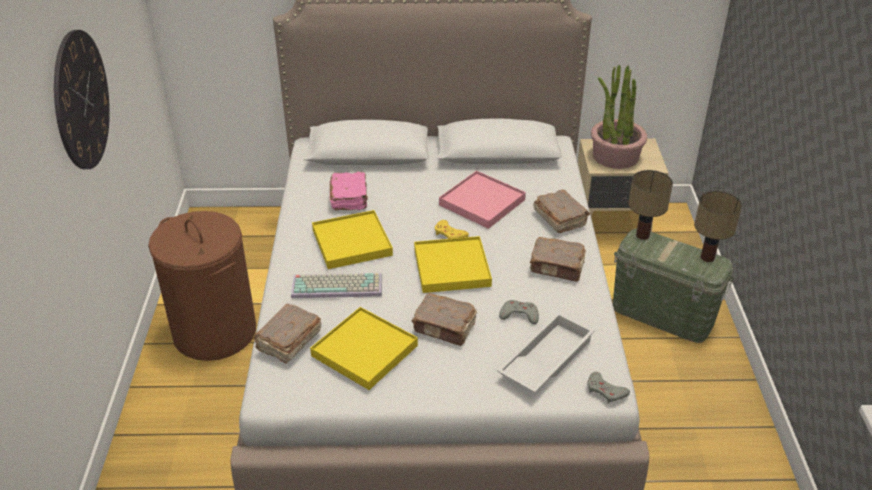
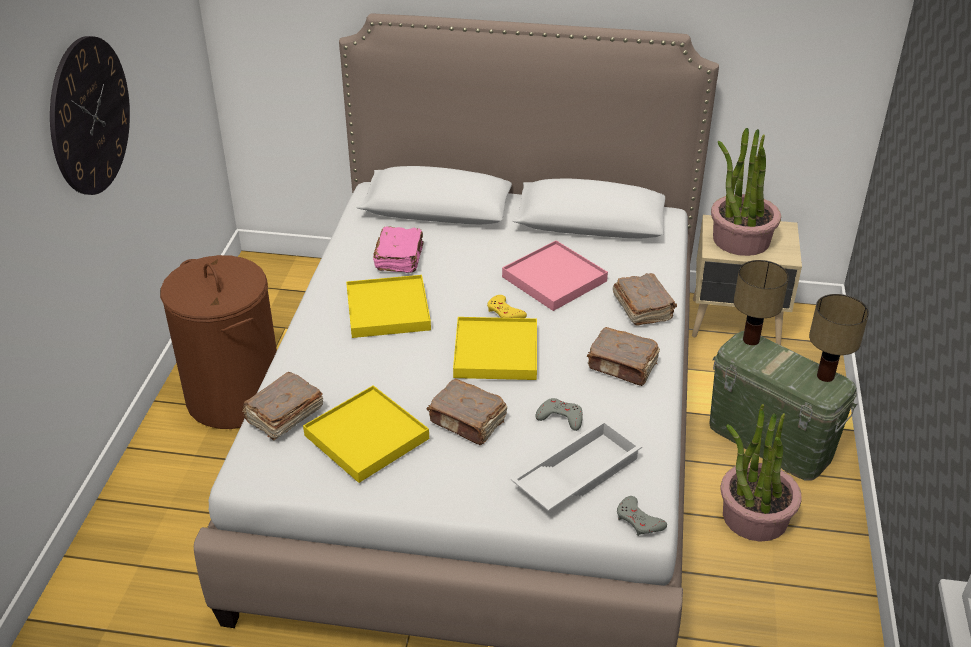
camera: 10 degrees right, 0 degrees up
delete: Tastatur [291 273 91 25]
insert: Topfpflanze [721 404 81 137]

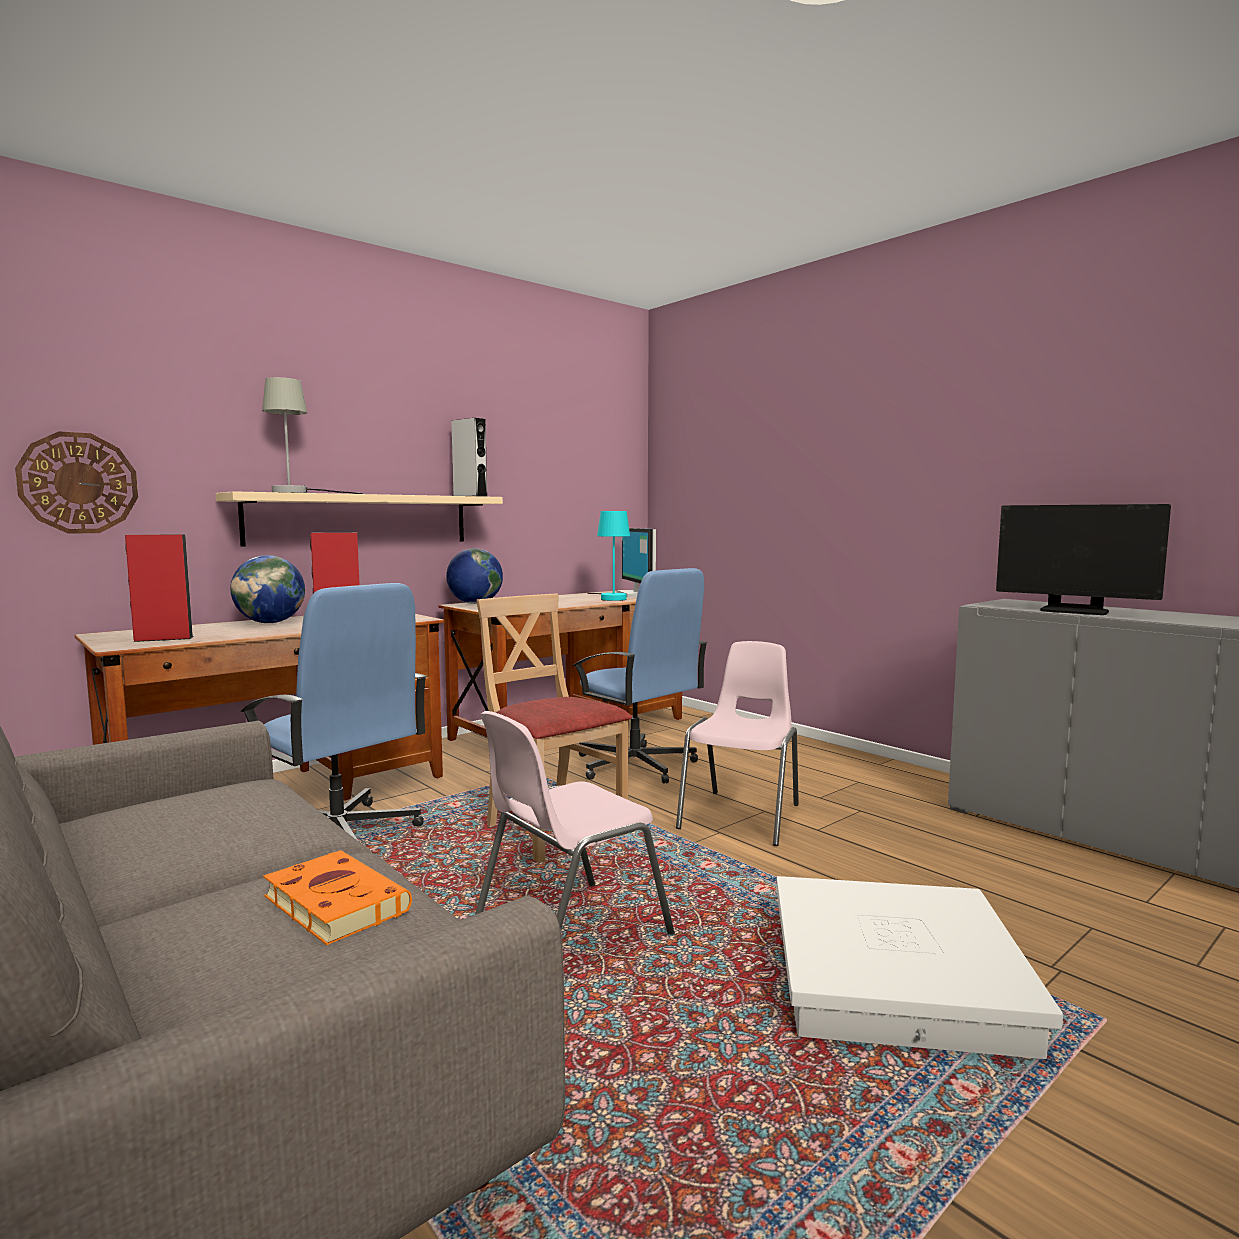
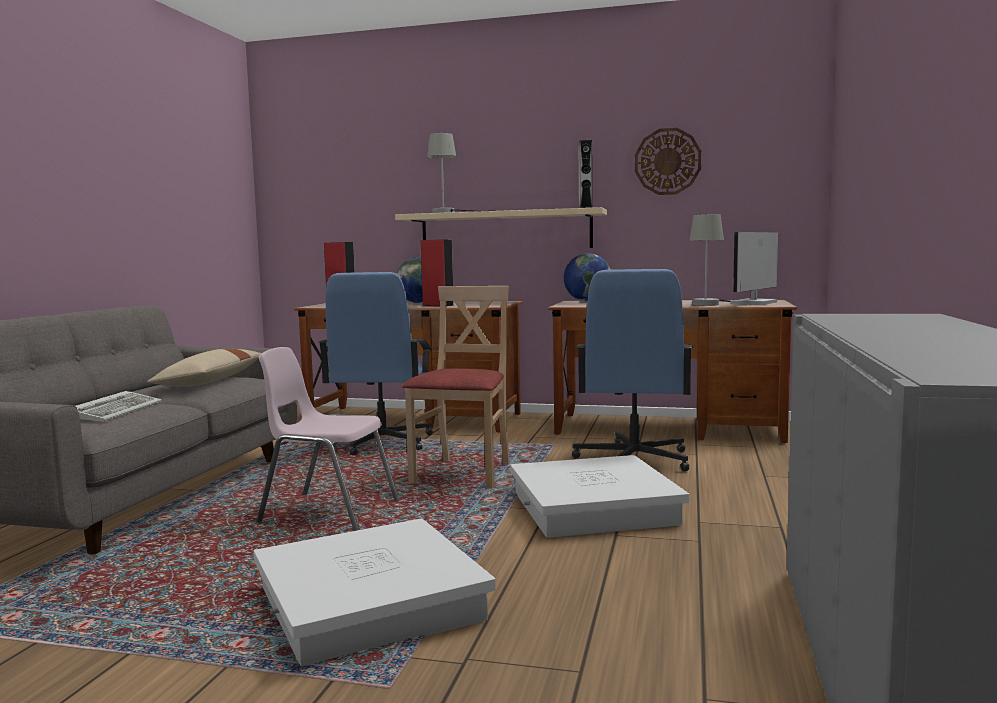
camera: 55 degrees right, 0 degrees up
delete: Monitor [996 504 175 111]
insert: Kissen/beige [147 349 114 38]
move: Wanduhr [15 431 123 103] to [635 128 66 67]
replace: Buch/orange [263 850 149 95] to Tastatur [76 391 86 31]; Stuhl/rosa [676 641 123 205] to Aufbewahrungsbox/weiß [510 455 179 83]
recolor: Tischlampe/türkis [588 511 42 90] to Tischlampe/grau [689 214 41 92]

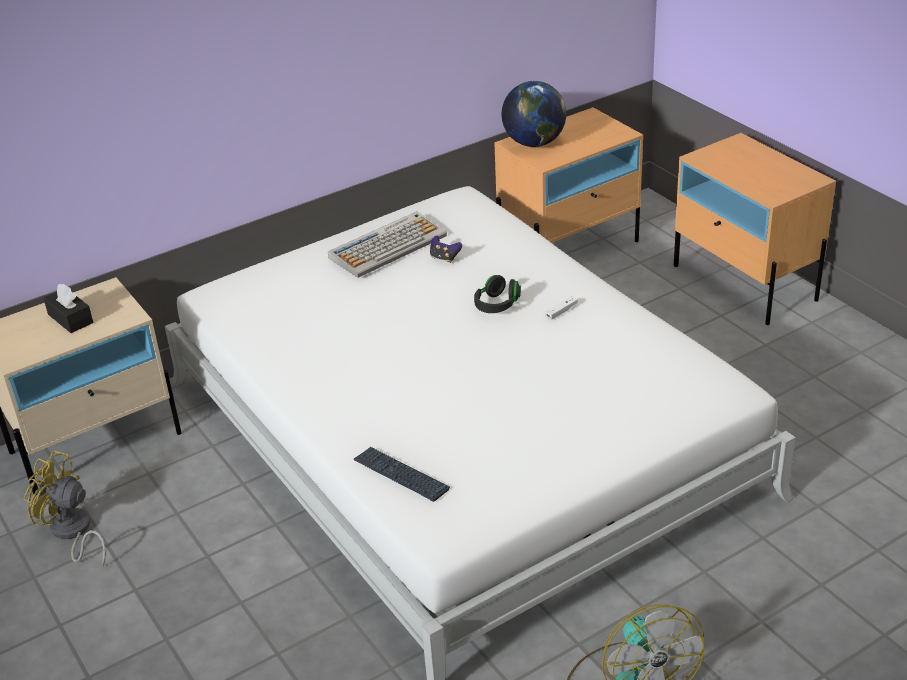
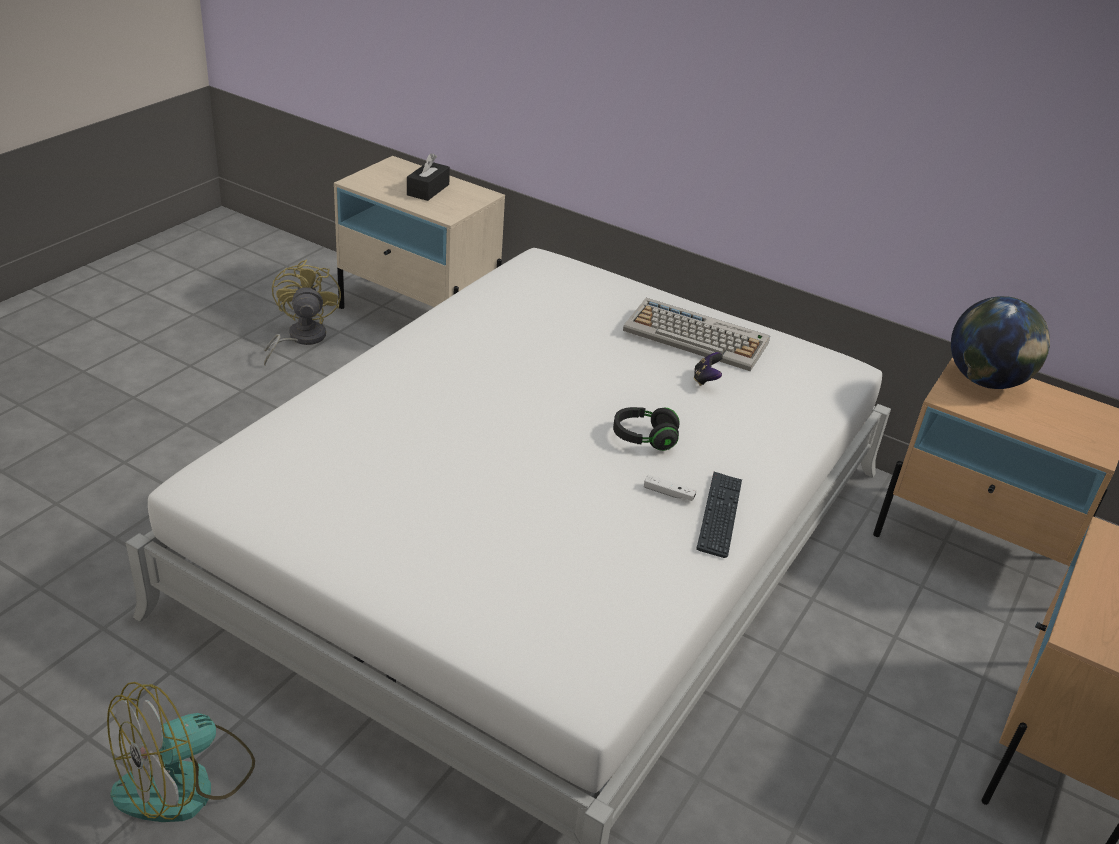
camera: 60 degrees right, 0 degrees up
move: Tastatur [354 447 96 55] to [696 472 46 86]

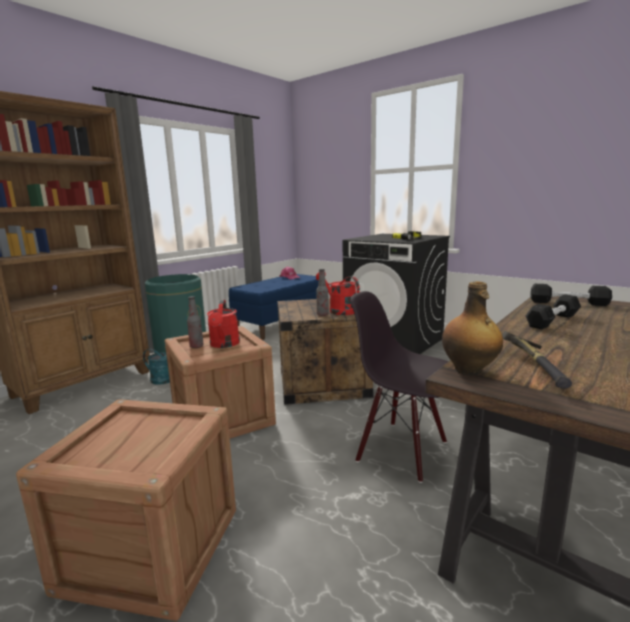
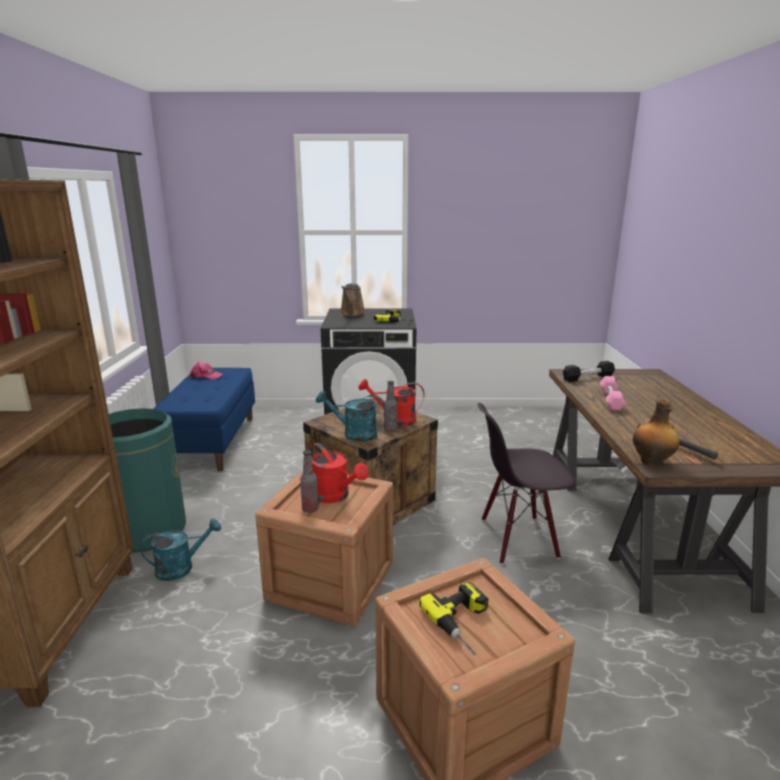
camera: 40 degrees left, 5 degrees up
insert: Gießkanne/türkis [316 391 69 51]; Gießkanne/braun [340 283 26 33]; Bohrmaschine [420 582 68 73]
recolor: Hantel/schwarz [526 294 55 35] to Hantel/rosa [600 376 26 35]

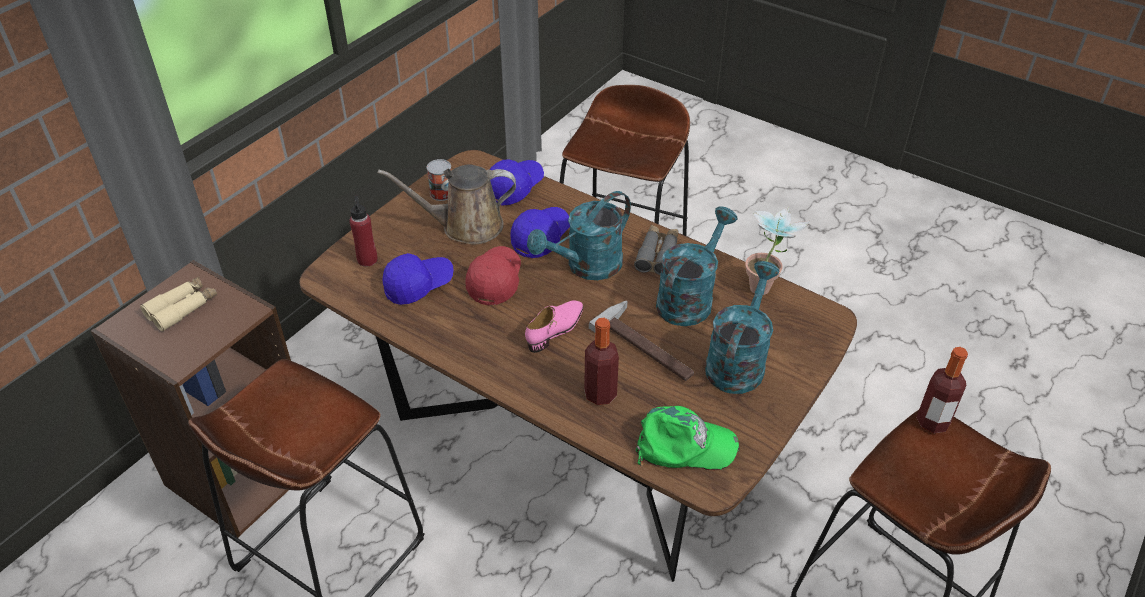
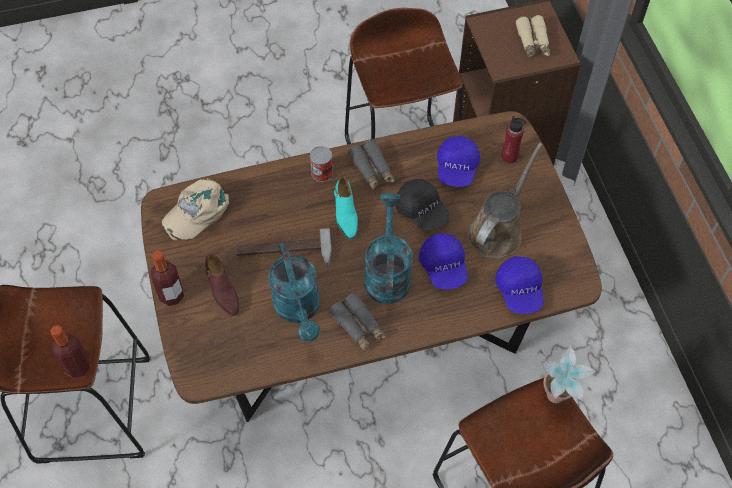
camera: 130 degrees right, 15 degrees up
insert: Fernglas/grau [348 140 47 50]
move: Dose [427 159 24 42] to [310 146 23 36]; Flasche [584 318 35 87] to [151 250 33 56]; Topfpflanze [745 206 65 89] to [541 345 55 58]
replace: Gießkanne/türkis [705 261 75 133] to Schuh/braun [205 253 34 63]
recolor: Kappe/rot [465 246 56 59] to Kappe/schwarz [396 179 54 52]; Schuh/rosa [525 300 59 53] to Schuh/türkis [334 177 24 62]; Kappe/grün [636 406 104 64] to Kappe/beige [162 178 67 62]

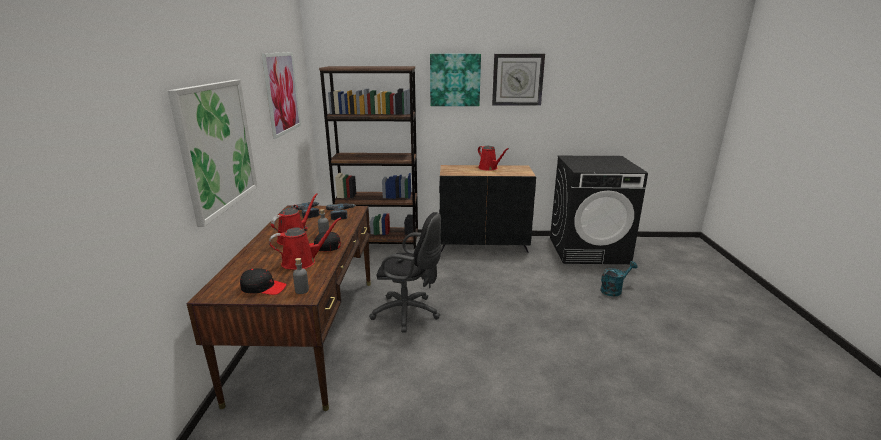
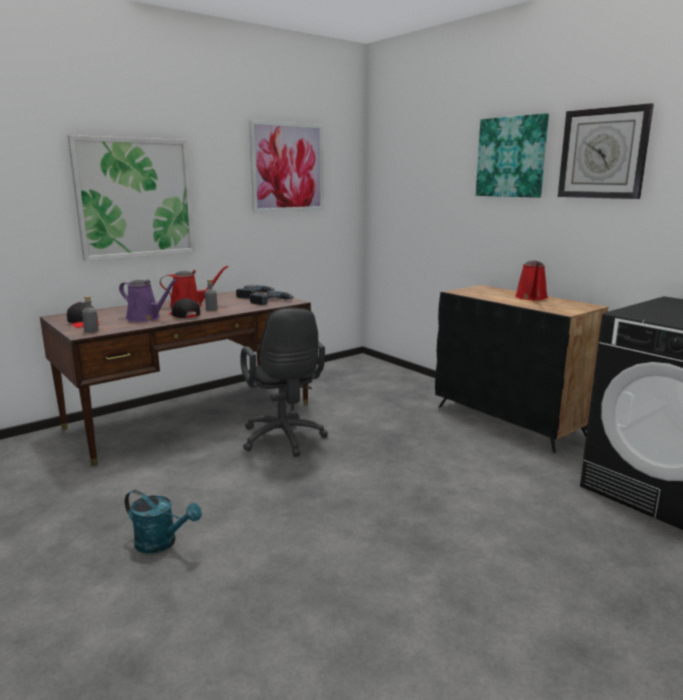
camera: 50 degrees right, 5 degrees down
delete: Bücherregal/braun [319 66 99 183]
move: Gießkanne/türkis [601 261 37 35] to [125 490 77 63]
recolor: Gießkanne/rot [269 217 72 53] to Gießkanne/lila [119 279 59 43]

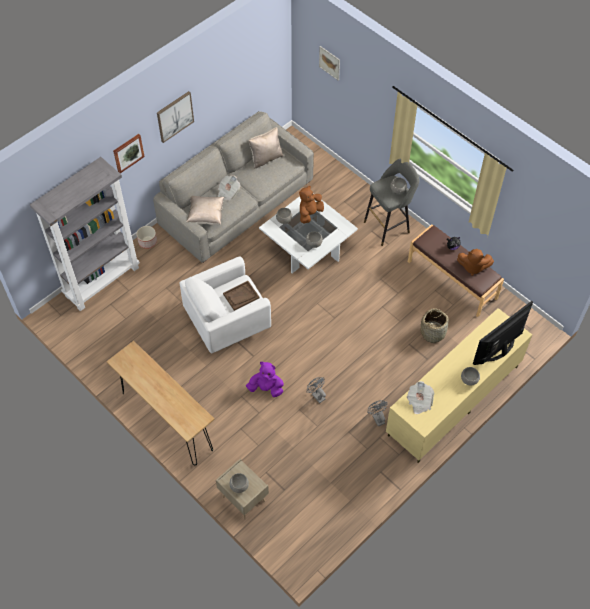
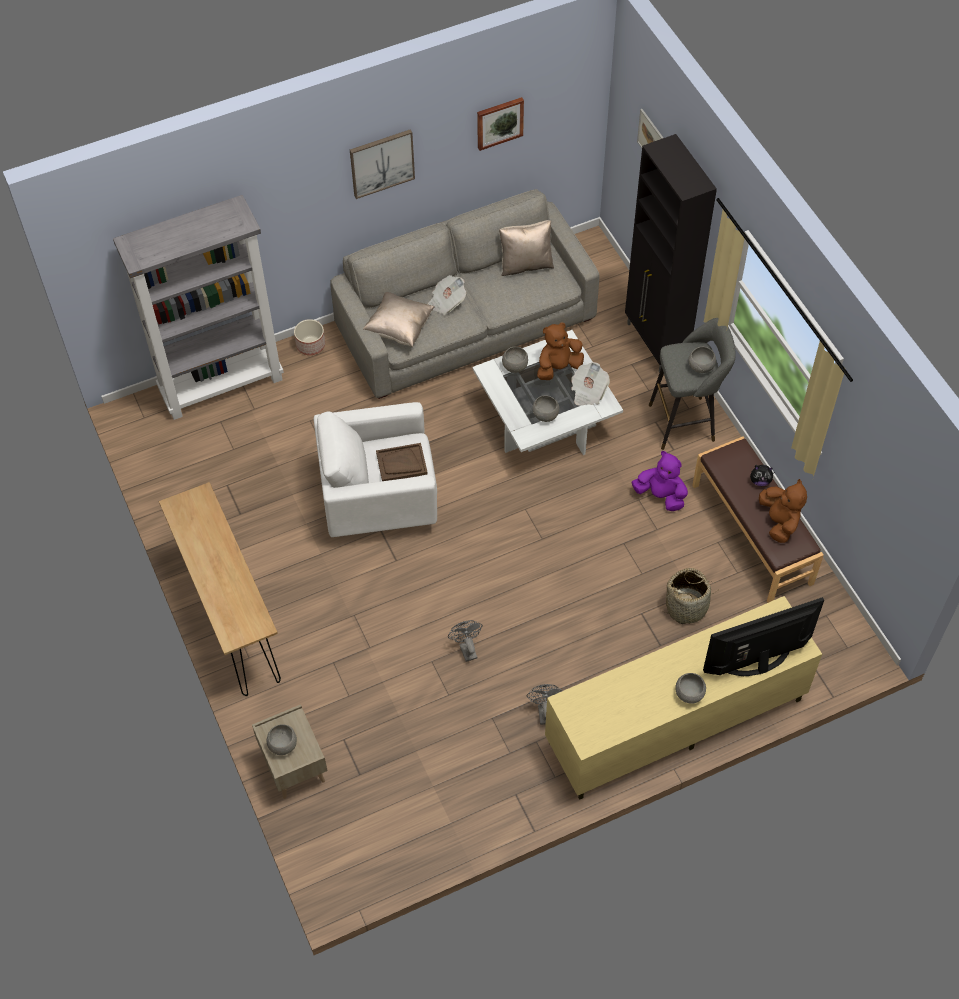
camera: 20 degrees right, 0 degrees up
insert: Schrank/schwarz [625 134 92 239]
move: Bild [113 134 32 39] to [477 97 47 54]; Plüschtier/lila [246 362 38 35] to [631 451 57 60]; Zeitung [407 381 27 34] to [571 362 39 44]
rotate: Plüschtier/braun [457 249 37 27] = [759 479 48 64] 135 degrees counterclockwise

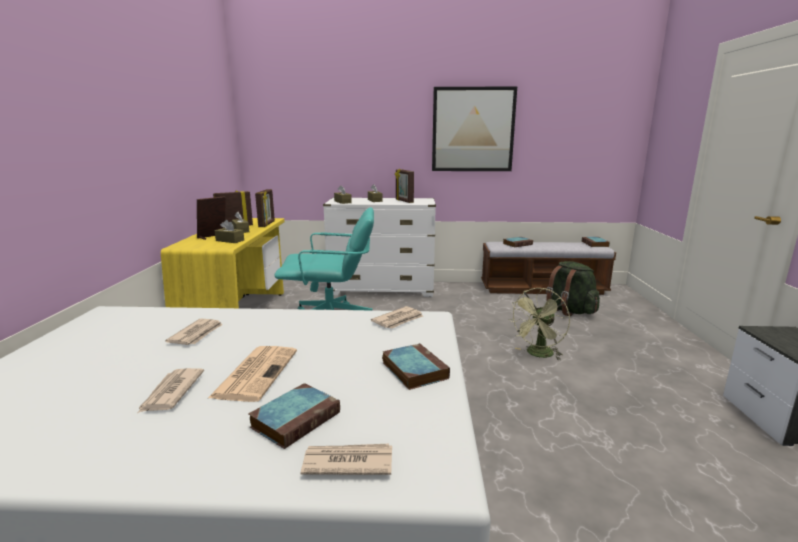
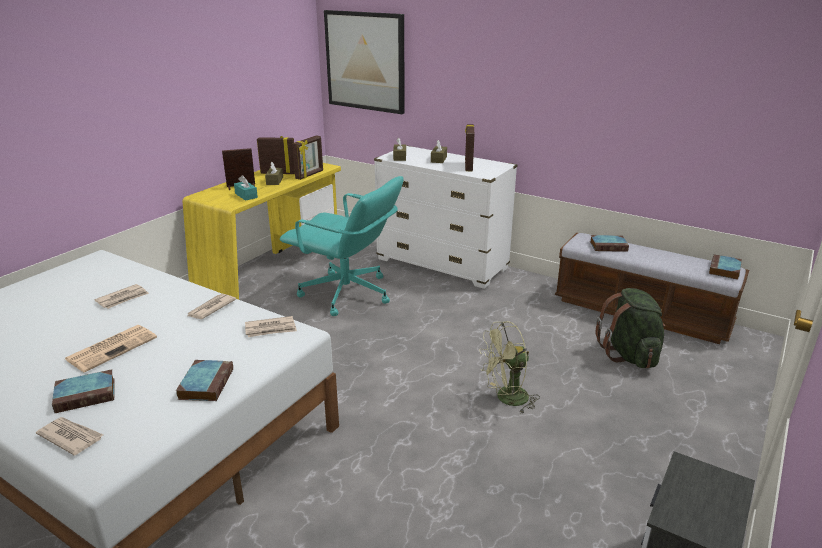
camera: 30 degrees right, 10 degrees up
move: Zeitung [138 368 66 45] to [187 294 49 25]; Bild [432 86 85 85] to [324 10 81 104]
recolor: Taschentuchbox/braun [215 220 29 23] to Taschentuchbox/türkis [234 175 24 26]

